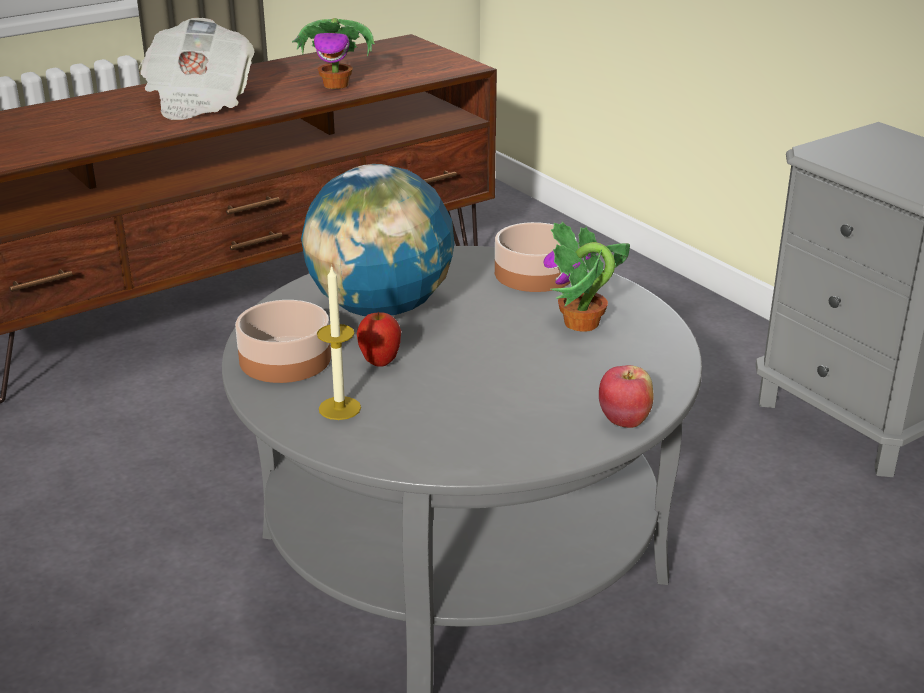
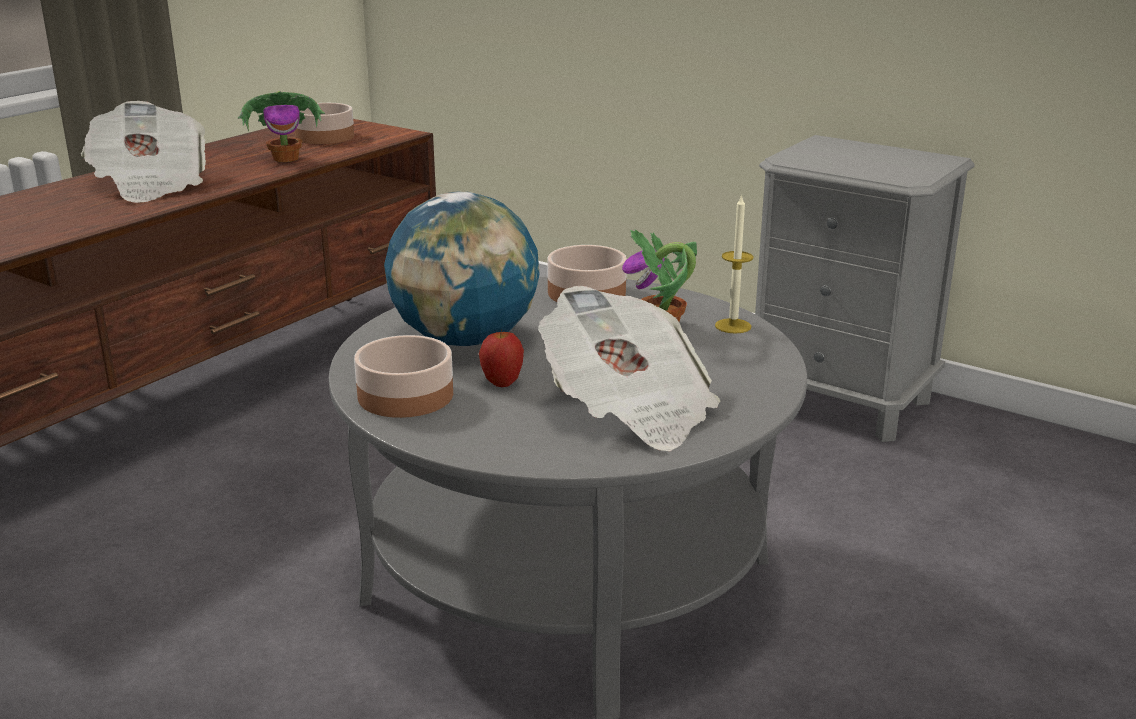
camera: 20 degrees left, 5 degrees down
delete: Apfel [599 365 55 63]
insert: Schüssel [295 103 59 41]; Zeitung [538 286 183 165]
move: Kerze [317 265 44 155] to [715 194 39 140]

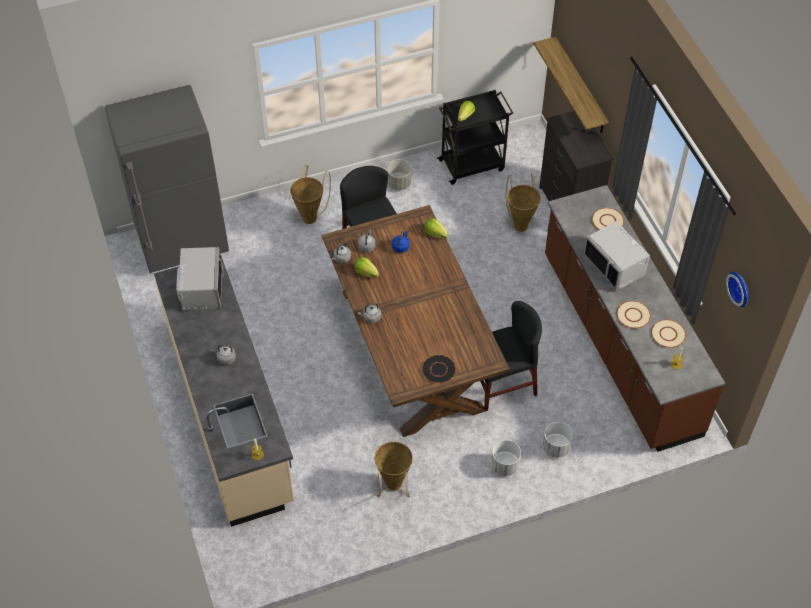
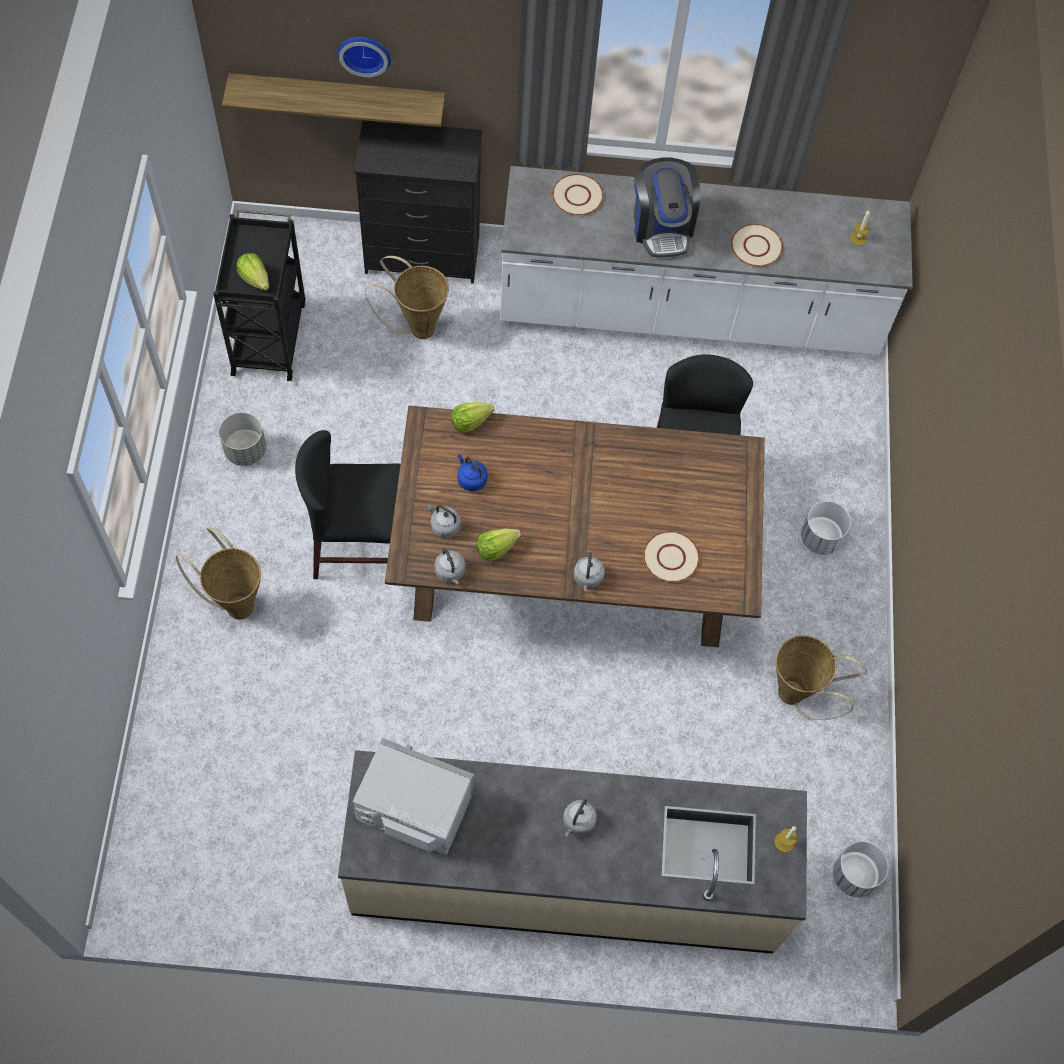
camera: 70 degrees left, 10 degrees up
delete: Kühlschrank/grau [105 85 124 188]; Teller/schwarz [421 355 35 29]
move: Pflanzkübel/weiß [543 422 30 36] to [833 841 55 57]; Teller/beige [651 319 35 29] to [643 531 57 52]; Wanduhr [726 272 23 35] to [337 36 54 41]
replace: Mikrowelle/grau [583 221 67 70] to Kaffeemaschine [634 158 66 100]
recolor: Küchenzeile/braun [545 185 180 267] to Küchenzeile/weiß [500 166 413 189]

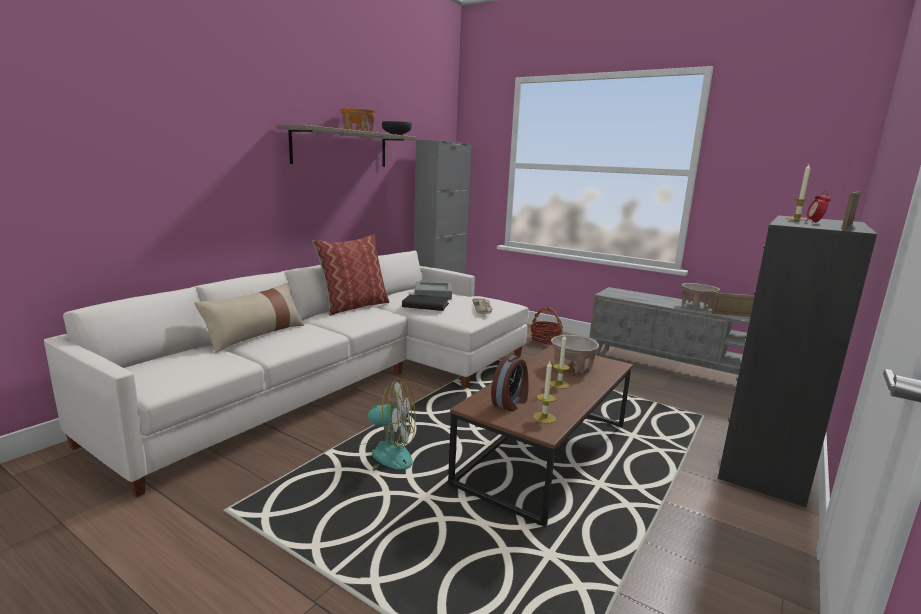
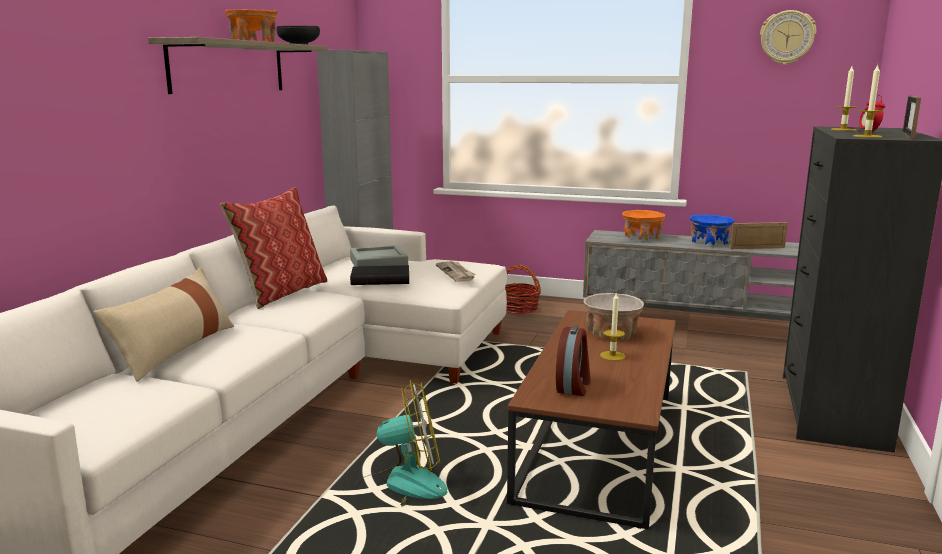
camera: 15 degrees left, 0 degrees up
insert: Schüssel/orange [622 210 43 30]; Wanduhr [760 10 56 55]
move: Kerze [533 361 23 63] to [853 65 31 73]
recolor: Schüssel/beige [682 283 38 26] to Schüssel/blau [690 214 44 31]

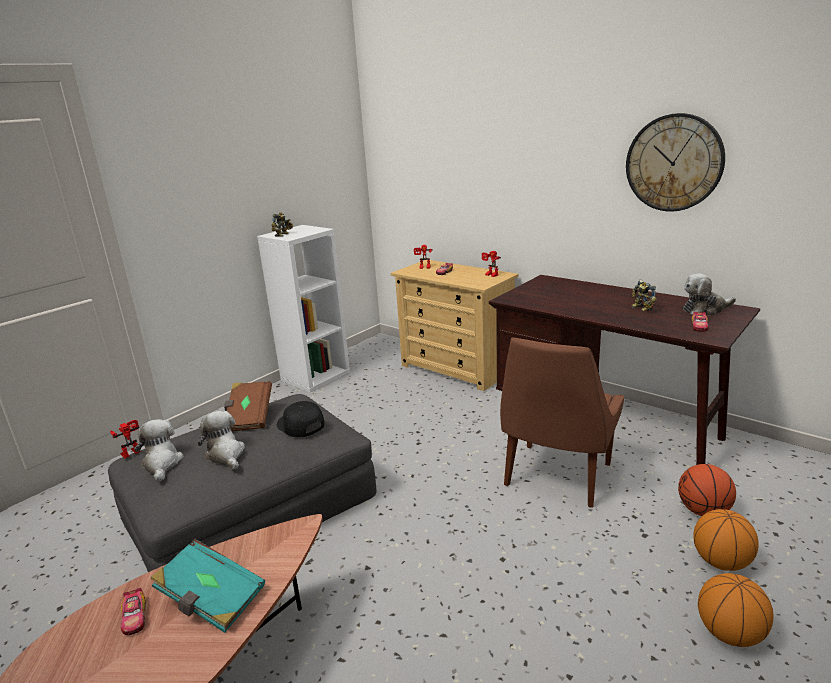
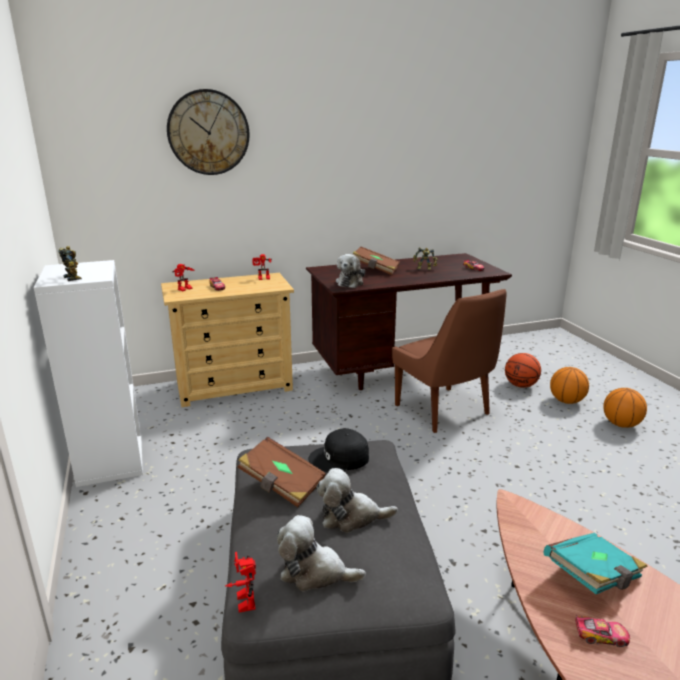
camera: 60 degrees left, 0 degrees up
insert: Buch/braun [353 247 47 28]
move: Wanduhr [626 113 99 99] to [167 89 83 86]; Plüschtier [683 274 53 41] to [336 254 29 34]

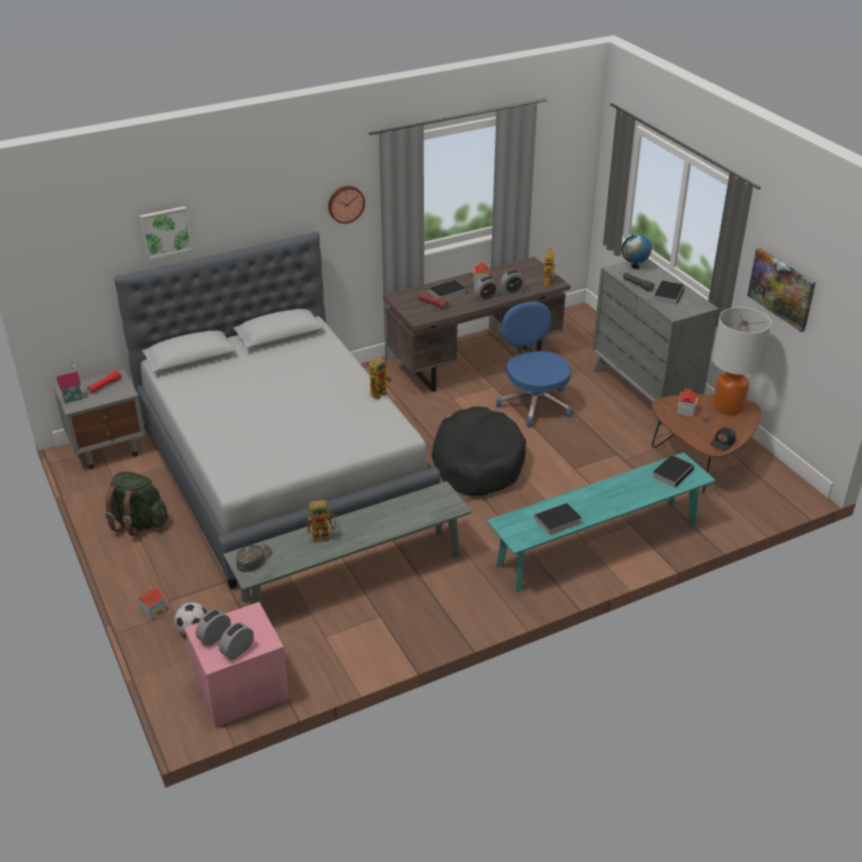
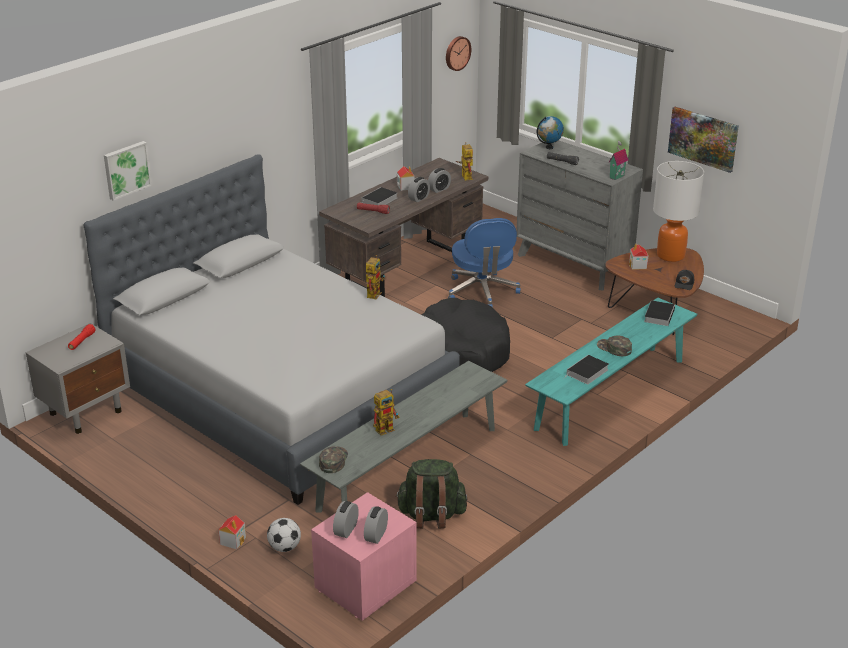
camera: 20 degrees left, 5 degrees down
delete: Buch [653 280 32 25]
insert: Kappe/grün [597 335 35 21]
move: Spielzeughaus [57 362 26 41] to [608 141 20 39]; Rucksack/grün [105 472 63 65] to [395 459 72 70]; Wanduhr [328 186 37 38] to [446 36 25 35]
rotate: Bürostuhl/blau [496 301 76 126] = [448 218 73 90] 150 degrees counterclockwise

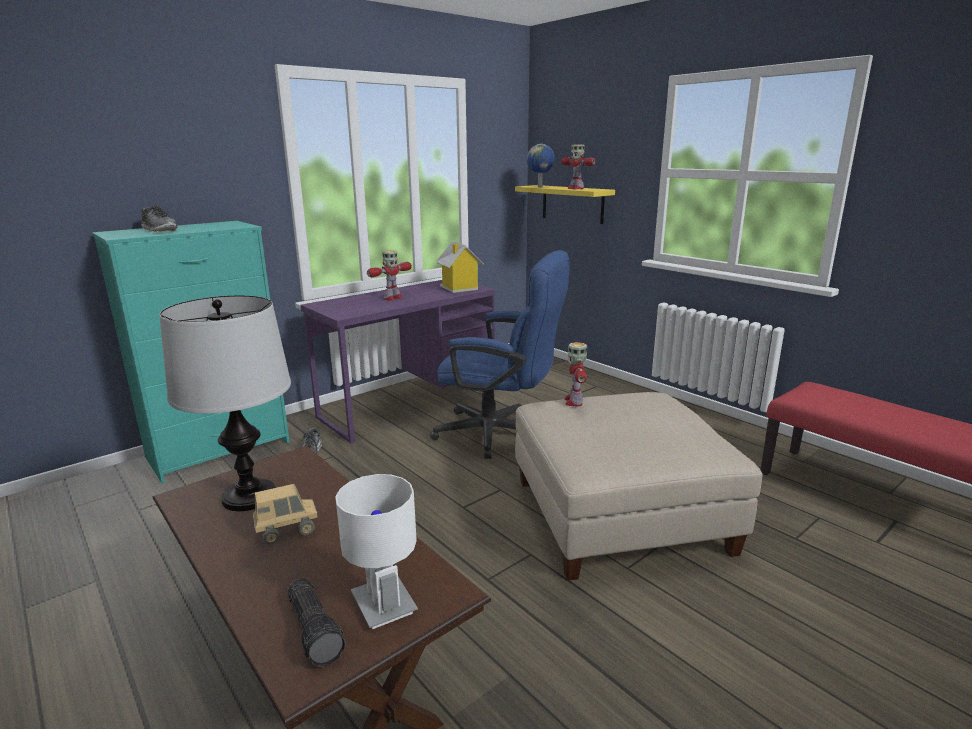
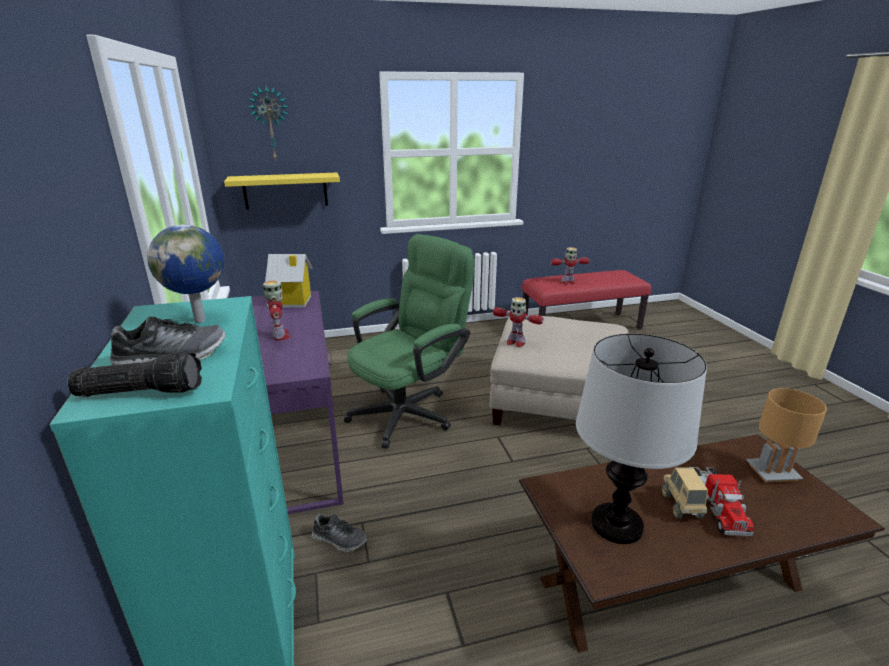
camera: 65 degrees left, 5 degrees up
insert: Wanduhr [248 86 41 75]; Spielzeuglaster [690 467 64 69]
move: Taschenlampe [288 578 57 89] to [67 352 135 45]; Globus [527 144 28 43] to [148 225 76 98]; Spielzeugroboter [561 144 35 45] to [550 247 39 38]
recolor: Tischlampe/weiß [335 474 83 155] to Tischlampe/braun [746 388 81 95]; Bürostuhl/blau [430 250 140 209] to Bürostuhl/grün [344 234 130 215]

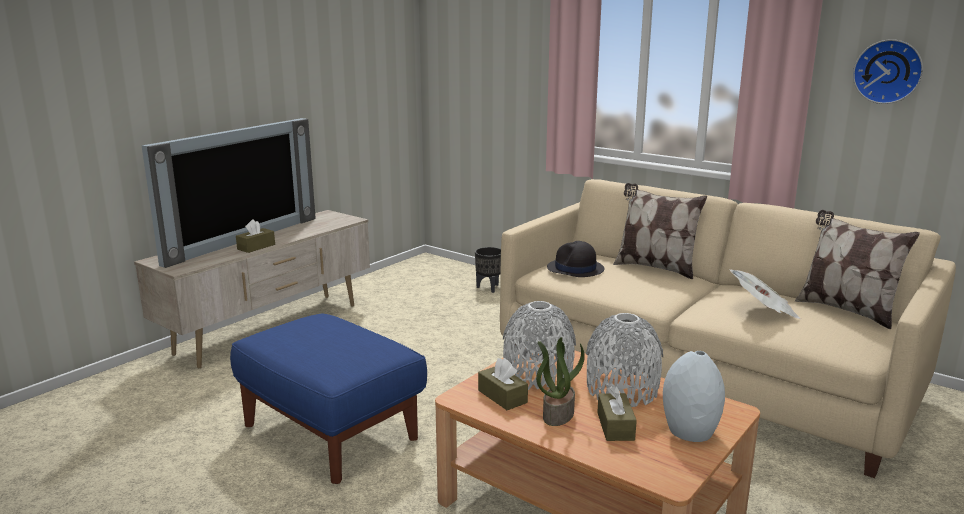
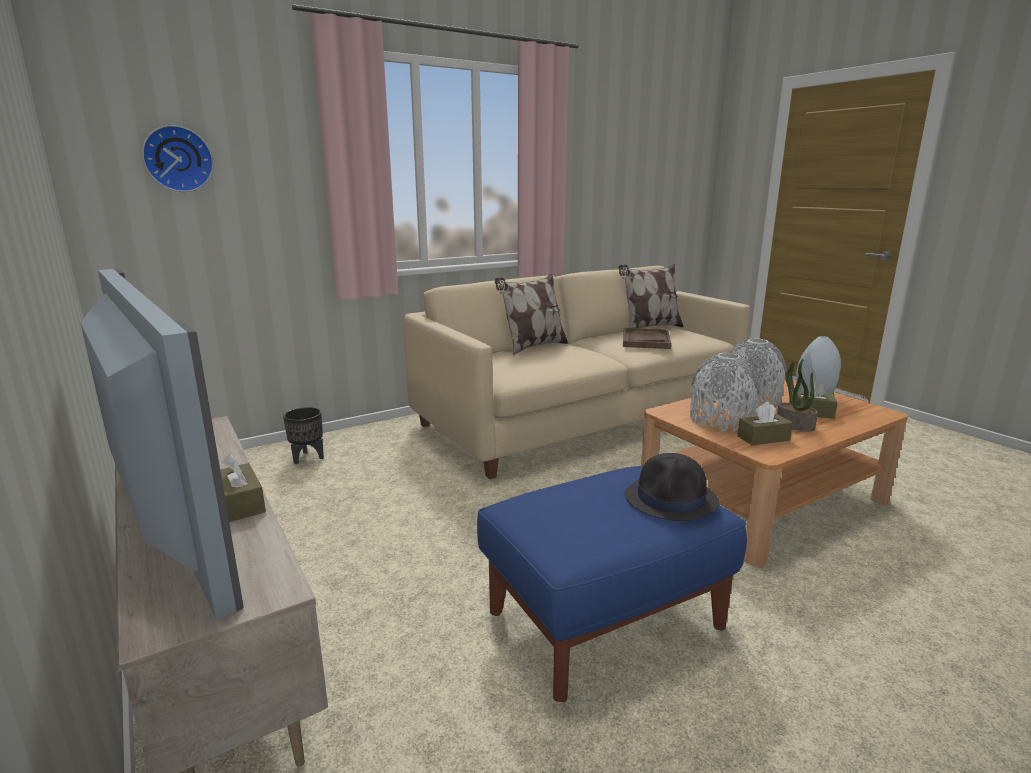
camera: 70 degrees left, 0 degrees up
move: Hut/schwarz [547 241 57 36] to [625 453 94 68]; Wanduhr [853 39 70 65] to [142 125 72 67]
replace: Zeitung [729 269 72 50] to Tablett/braun [623 328 48 21]

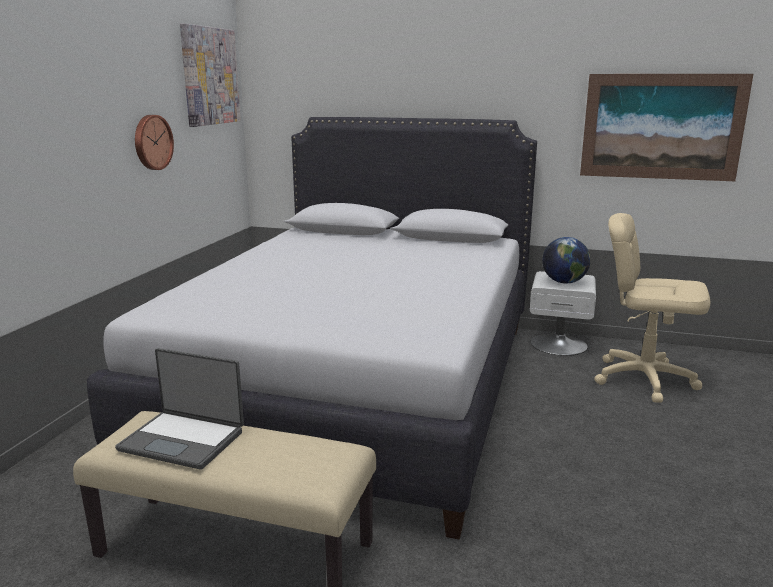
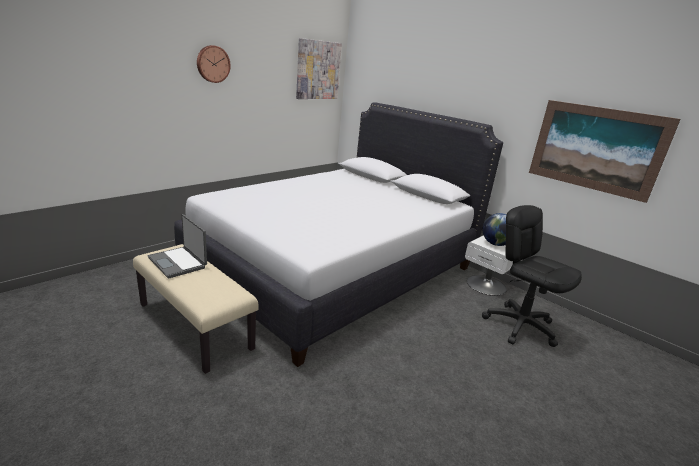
camera: 25 degrees right, 5 degrees up
move: Wanduhr [135 115 39 55] to [197 45 34 38]
recolor: Bürostuhl/beige [594 213 116 190] to Bürostuhl/schwarz [482 205 100 142]

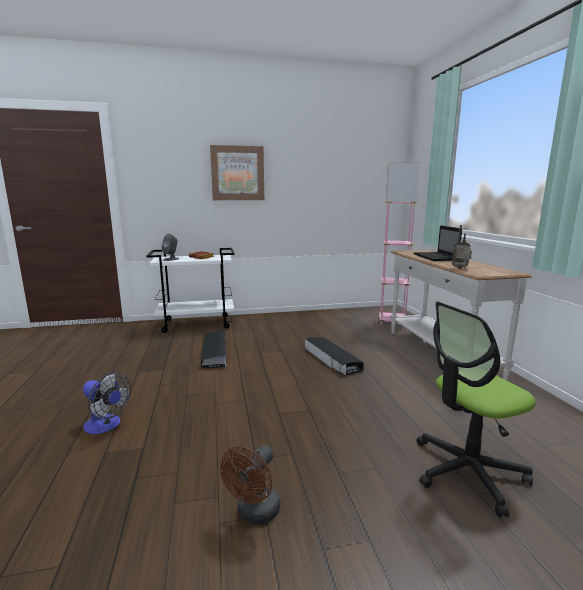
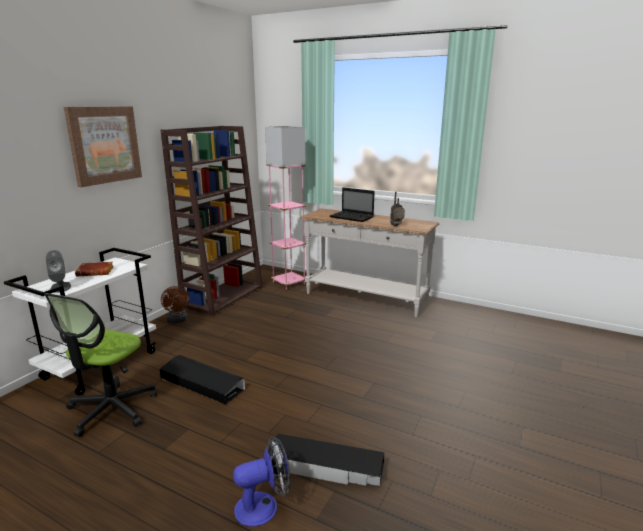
camera: 50 degrees left, 5 degrees up
insert: Bücherregal/braun [161 126 102 190]
move: Ventilator/braun [220 445 60 80] to [161 286 29 37]; Aufbewahrungsbox/schwarz [305 337 59 38] to [268 434 116 52]; Bürostuhl [416 302 120 215] to [44 293 113 144]

